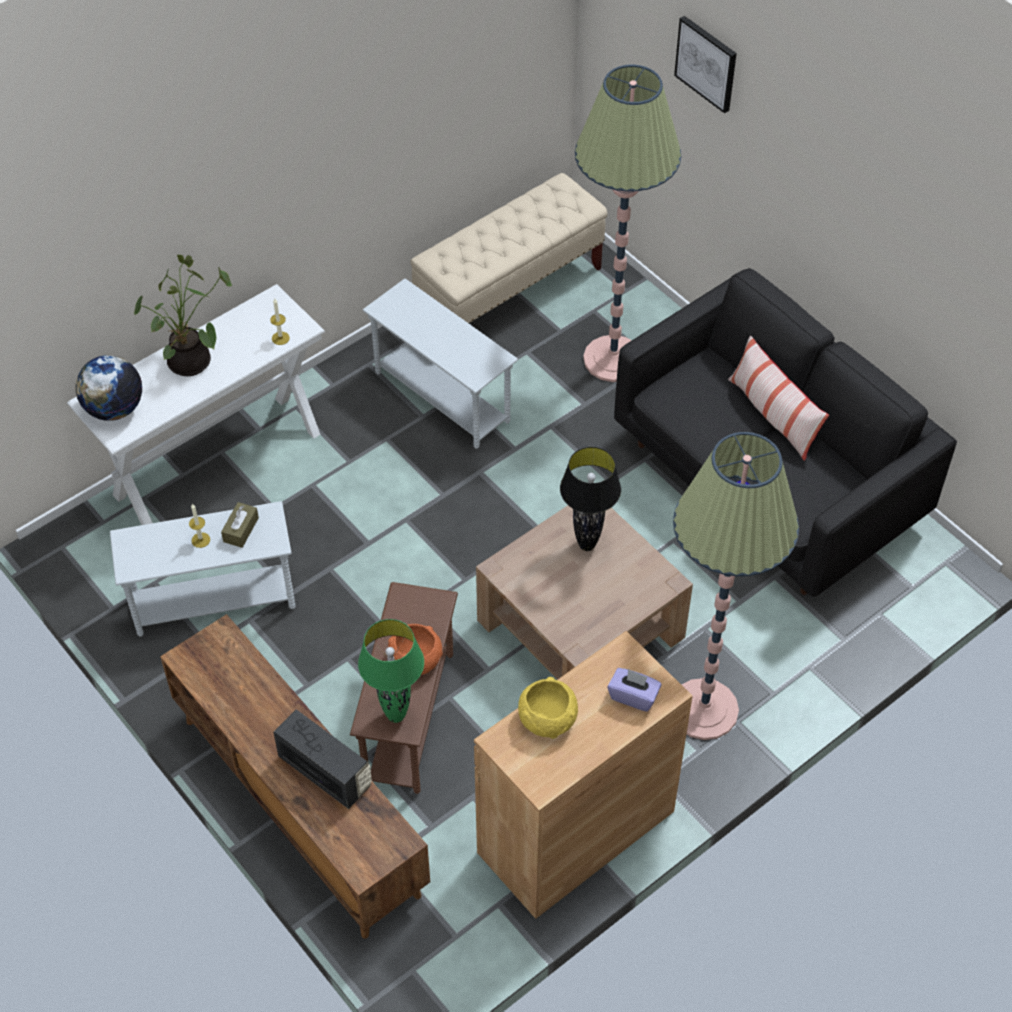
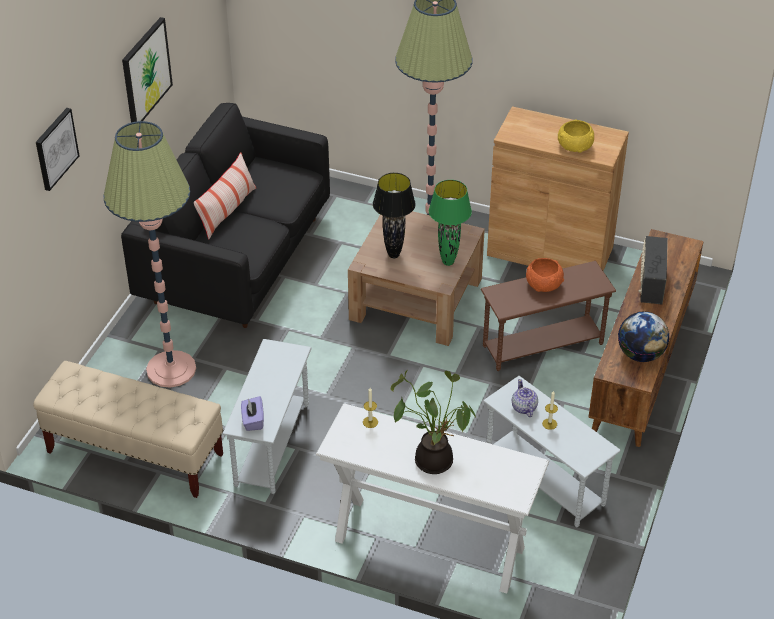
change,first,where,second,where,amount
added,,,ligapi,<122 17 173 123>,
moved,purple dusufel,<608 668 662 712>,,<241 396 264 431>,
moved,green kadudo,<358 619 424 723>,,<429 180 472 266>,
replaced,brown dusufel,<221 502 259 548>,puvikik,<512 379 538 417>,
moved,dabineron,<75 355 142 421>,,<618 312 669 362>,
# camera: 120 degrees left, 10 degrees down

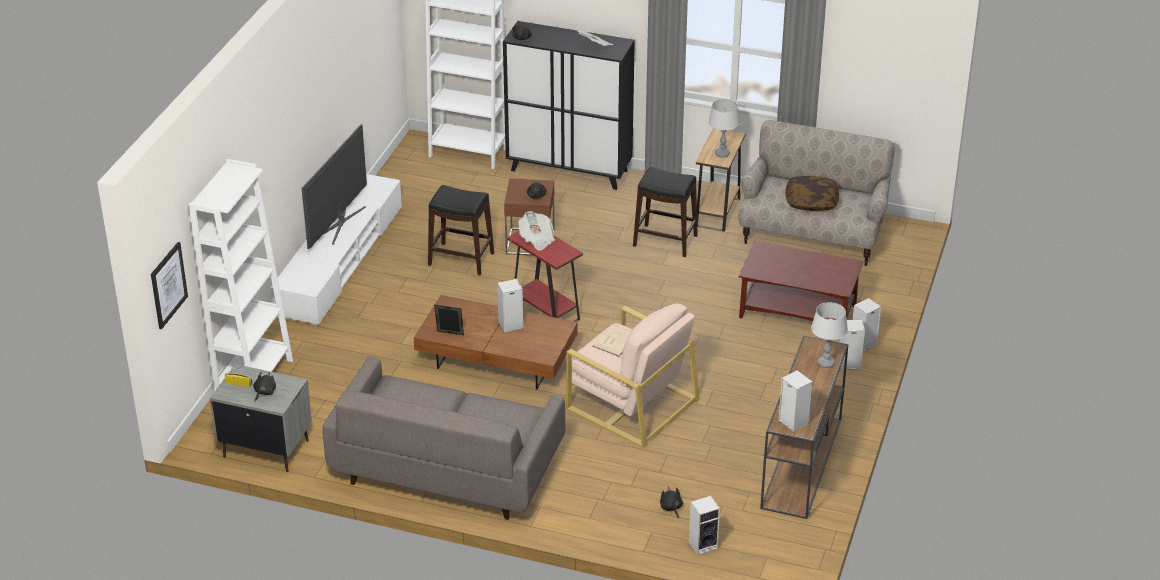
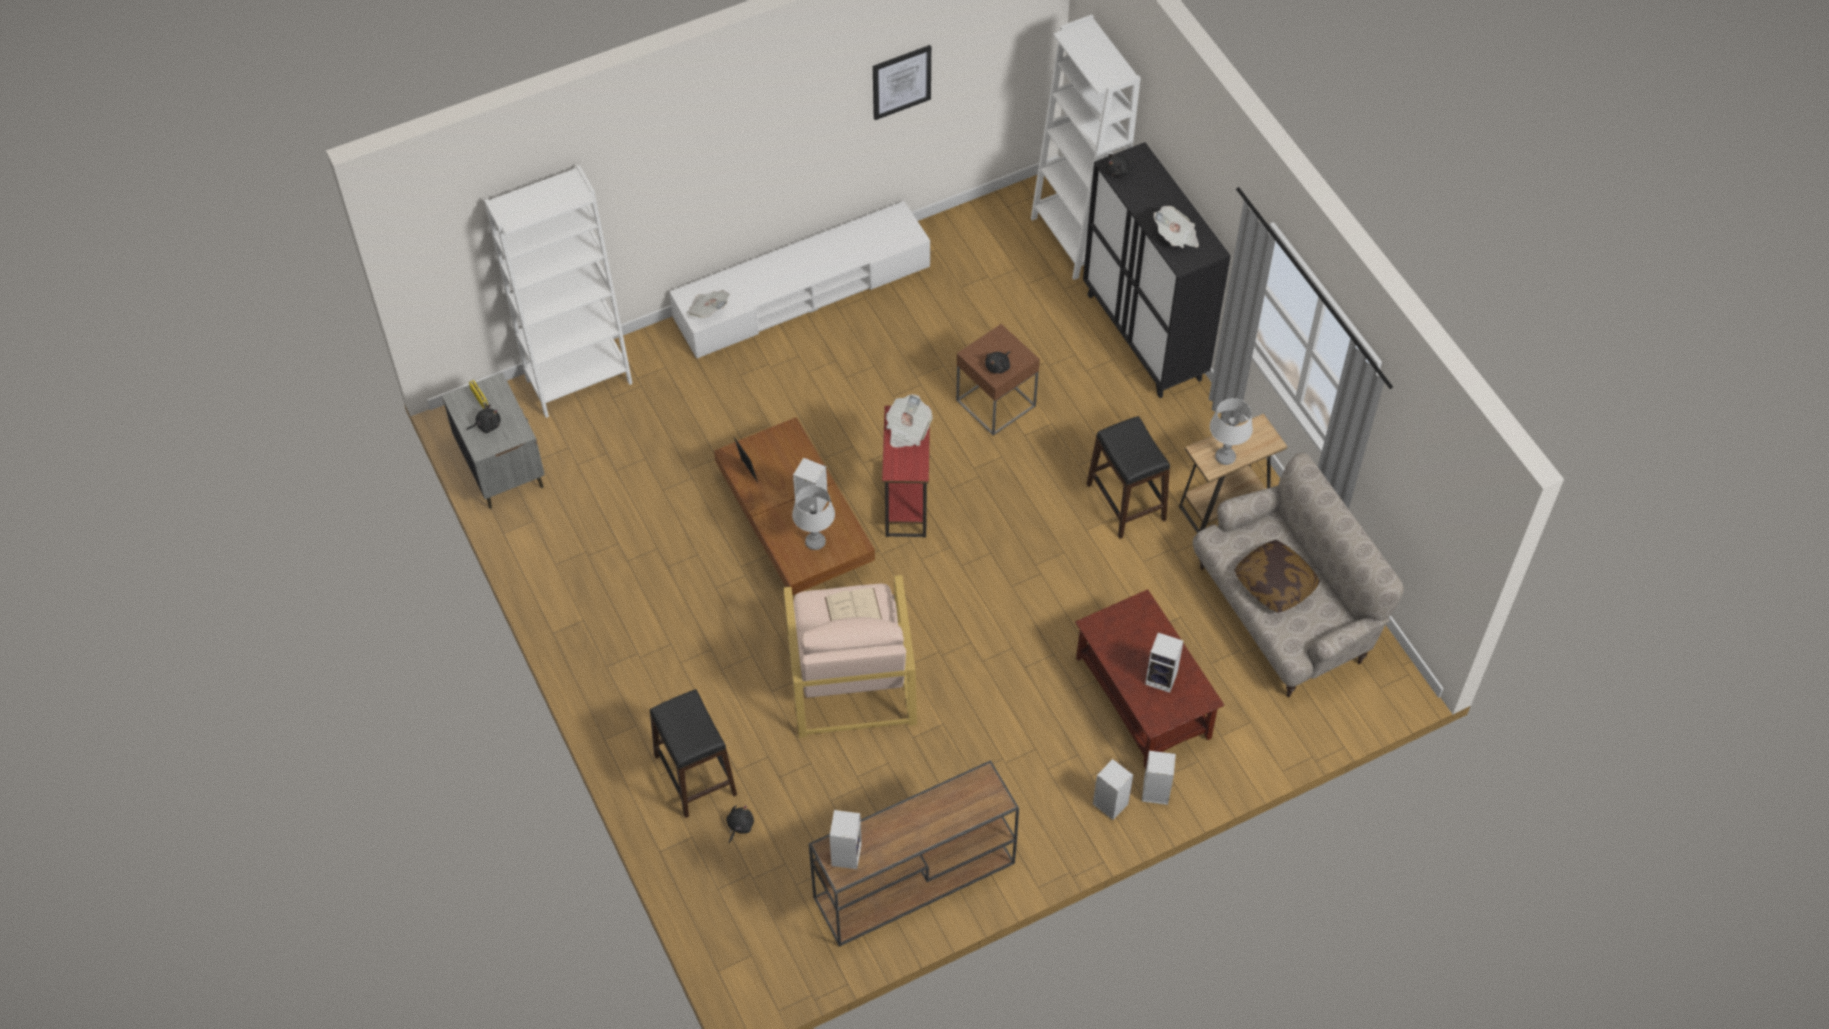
change,first,where,second,where,amount
moved,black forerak,<428 185 494 276>,,<650 689 737 818>,
added,,,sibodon,<687 290 730 318>,
moved,grey kadudo,<811 302 848 368>,,<792 485 835 550>,
moved,ligapi,<151 242 188 329>,,<873 45 931 120>,
moved,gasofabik,<689 496 720 555>,,<1145 632 1183 693>,
removed,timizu,<302 124 367 249>,,,
removed,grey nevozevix,<323 357 565 520>,,,
# camera: 45 degrees right, 20 degrees up

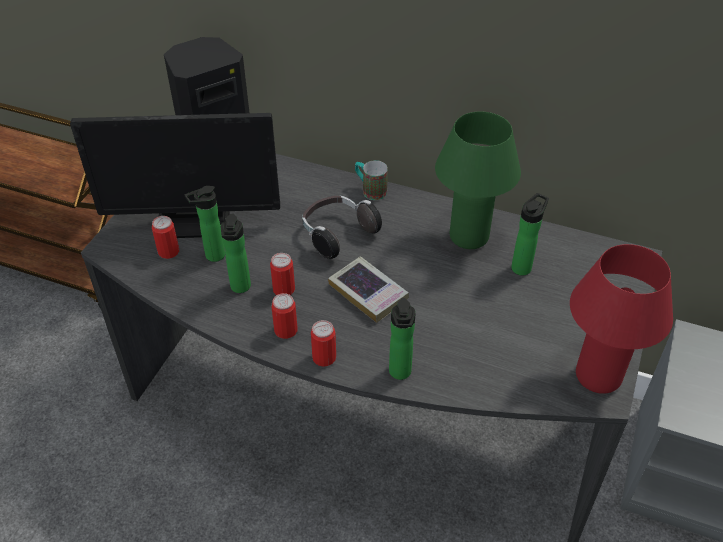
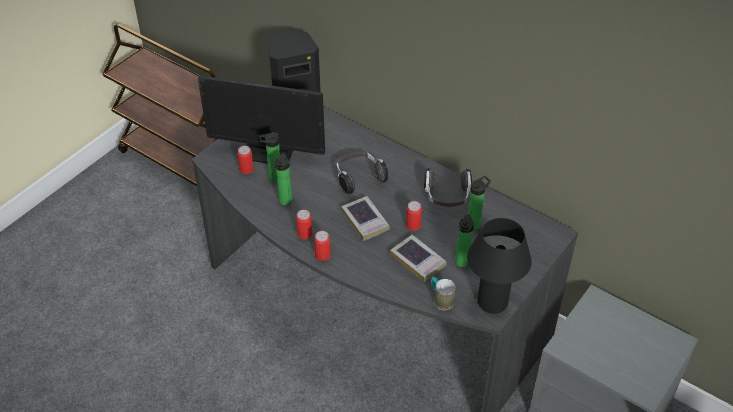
change,first,where,second,where,amount
added,,,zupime,<390 235 447 282>,
moved,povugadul,<270 253 295 295>,,<406 201 422 231>,
replaced,green kadudo,<435 111 521 249>,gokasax,<424 168 472 207>,
moved,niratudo,<355 160 388 200>,,<431 277 456 310>,
moved,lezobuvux,<389 298 416 380>,,<455 214 474 267>,
recoloured,red kadudo,<570 244 673 394>,black kadudo,<467 218 532 314>,
# camera: 15 degrees right, 0 degrees up

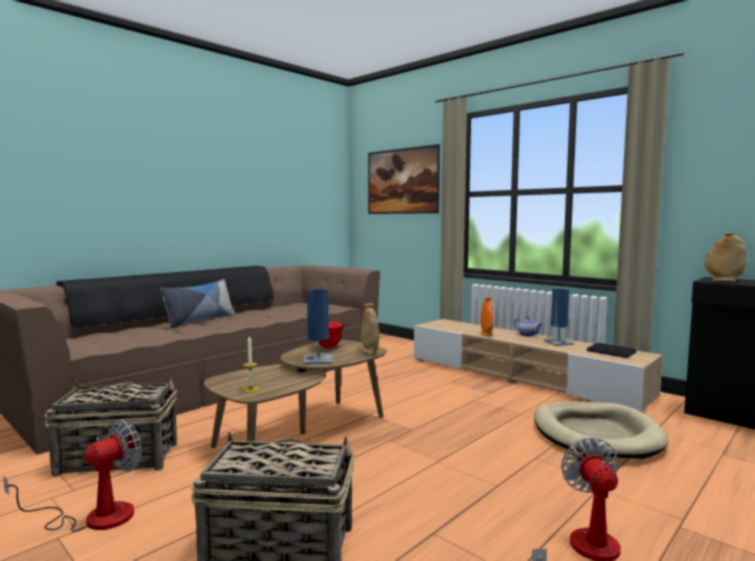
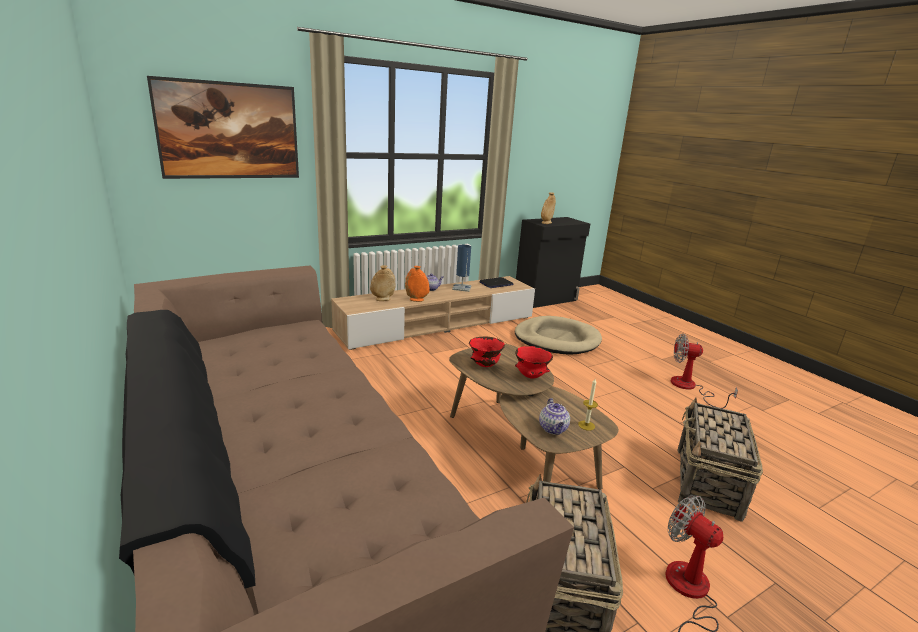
change,first,where,second,where,amount
moved,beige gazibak,<361 304 379 355>,,<370 265 396 301>,
replaced,blue kadudo,<303 290 333 364>,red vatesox,<515 346 553 378>,
added,,,puvikik,<539 398 570 435>,
removed,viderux,<161 279 235 328>,,,
# camera: 75 degrees left, 15 degrees up

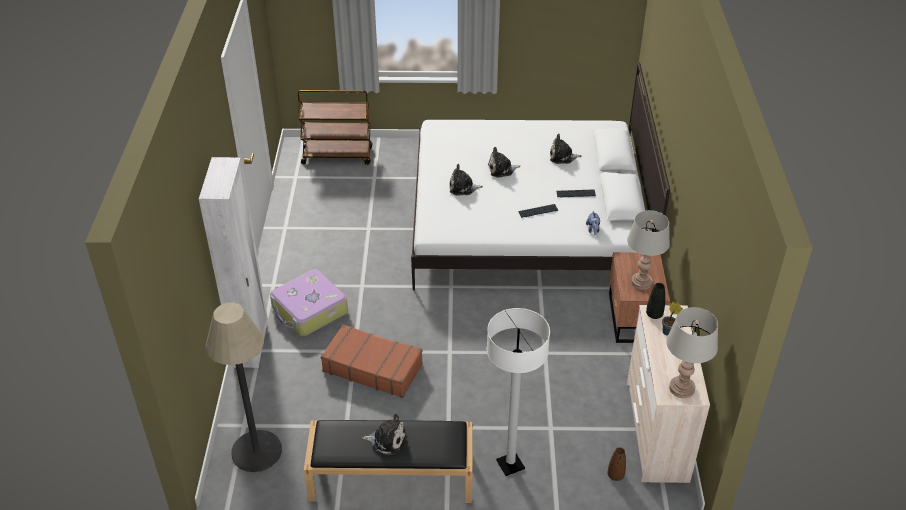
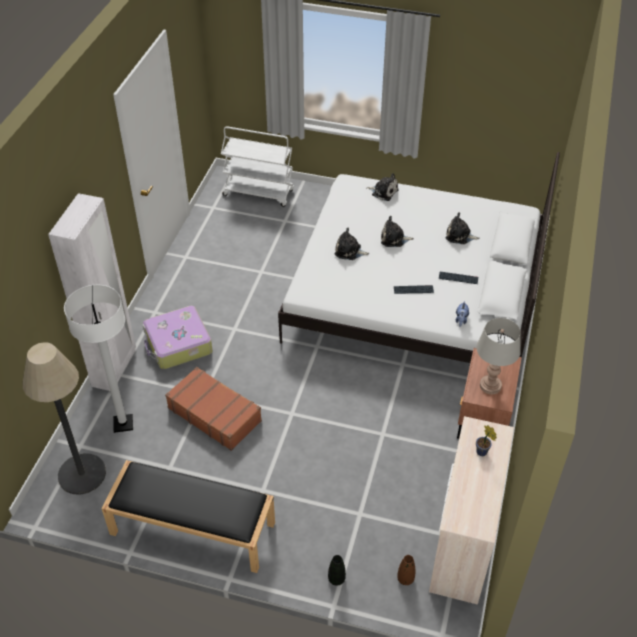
change,first,where,second,where,amount
moved,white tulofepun,<487 308 550 476>,,<64 285 133 433>,
recoloured,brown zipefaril,<298 90 372 165>,white zipefaril,<221 126 294 207>,
moved,black gazibak,<646 283 665 319>,,<328 555 346 585>,
moved,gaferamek,<362 414 406 455>,,<366 173 399 201>,
removed,grey kadudo,<666 307 718 398>,,,
# camera: 15 degrees right, 5 degrees up

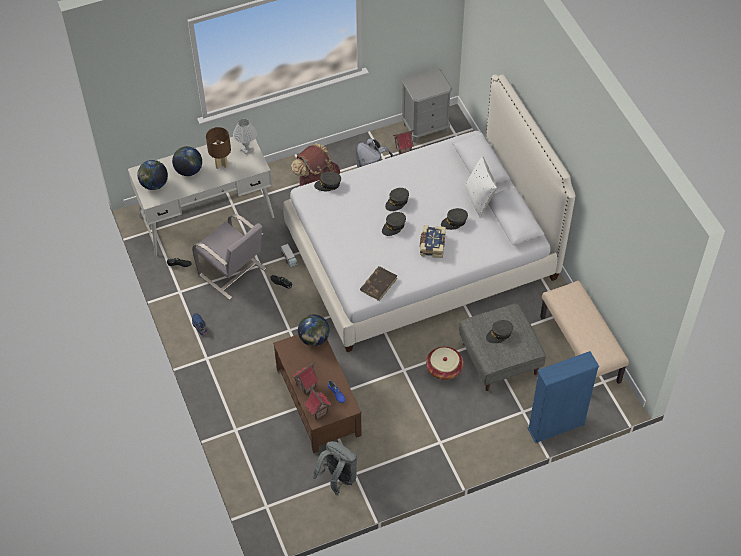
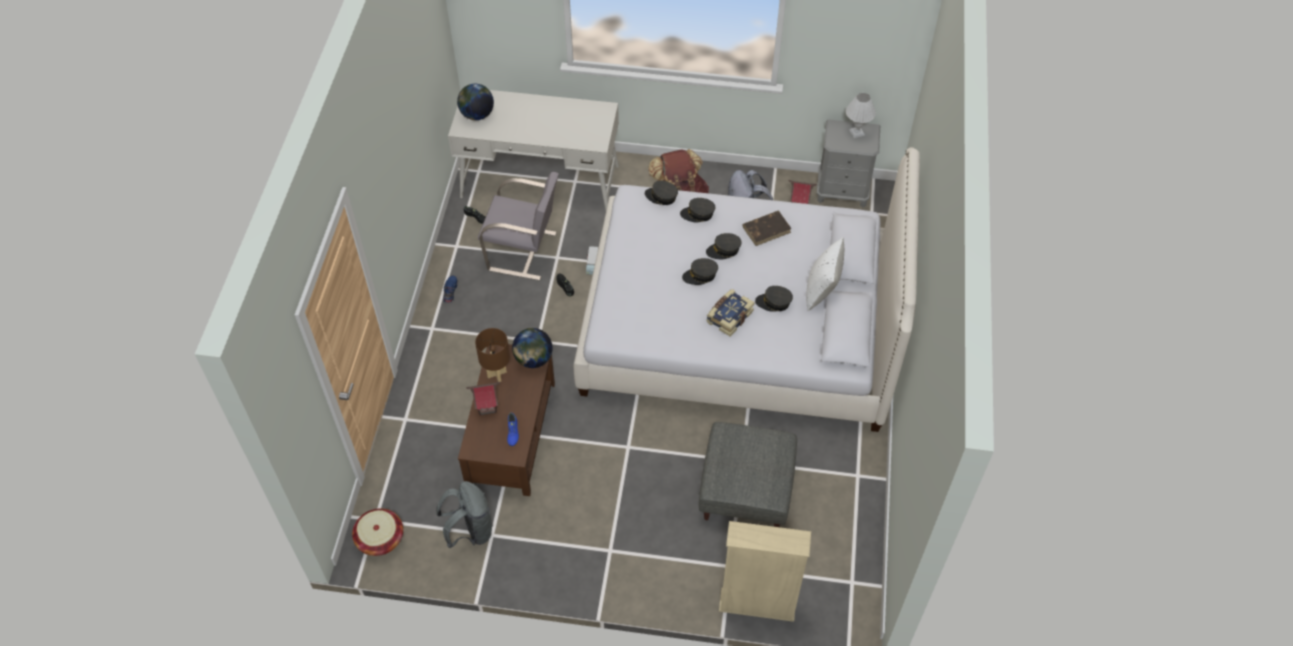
change,first,where,second,where,amount
moved,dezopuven,<426 347 463 380>,,<352 508 403 556>,
moved,brown kadudo,<206 127 231 169>,,<475 328 510 382>,
turned,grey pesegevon,<192 214 266 300>,,<478 172 559 280>,60 degrees counterclockwise
moved,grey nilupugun,<486 320 513 343>,,<680 198 715 222>,
recoloured,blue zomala,<527 351 599 443>,beige zomala,<719 521 811 622>,
moved,brown zupime,<360 266 397 301>,,<742 211 792 246>,
moved,white kadudo,<233 119 257 155>,,<846 93 876 138>,
removed,dabineron,<172 146 202 176>,,,
removed,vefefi,<304 385 331 420>,,,
removed,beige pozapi,<540 280 629 384>,,,
# camera: 30 degrees right, 0 degrees up

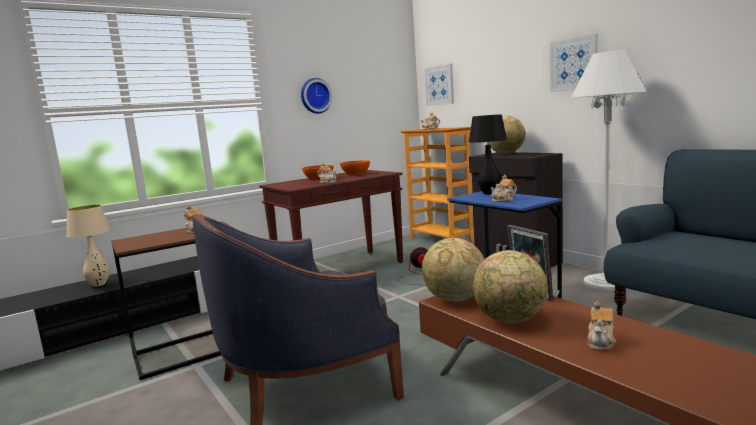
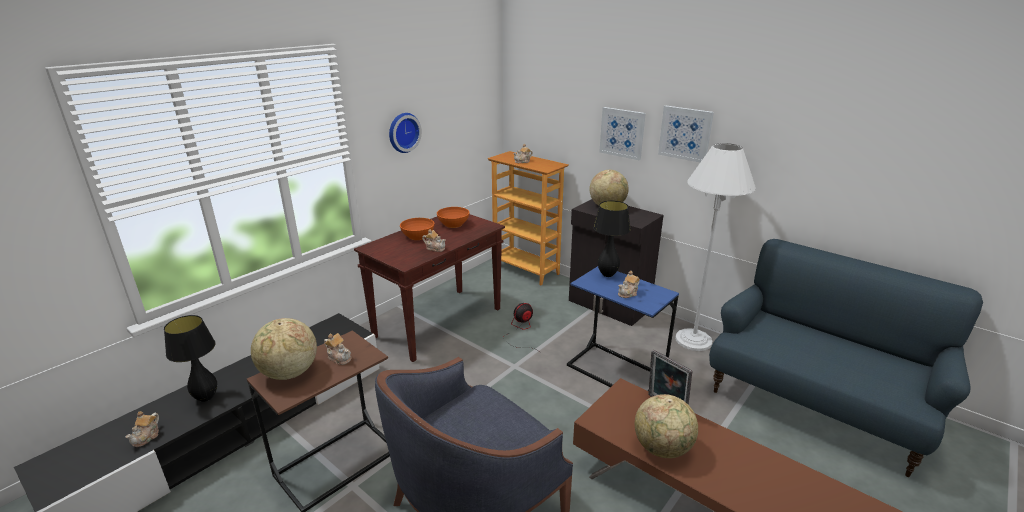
change,first,where,second,where,amount
moved,puvikik,<588 301 616 351>,,<126 411 159 447>,
recoloured,beige kadudo,<67 205 111 287>,black kadudo,<164 315 217 402>,
moved,dabineron,<422 238 484 302>,,<251 318 317 380>,
moved,ligapi,<424 64 454 106>,,<599 107 646 160>,
# camera: 15 degrees left, 15 degrees up

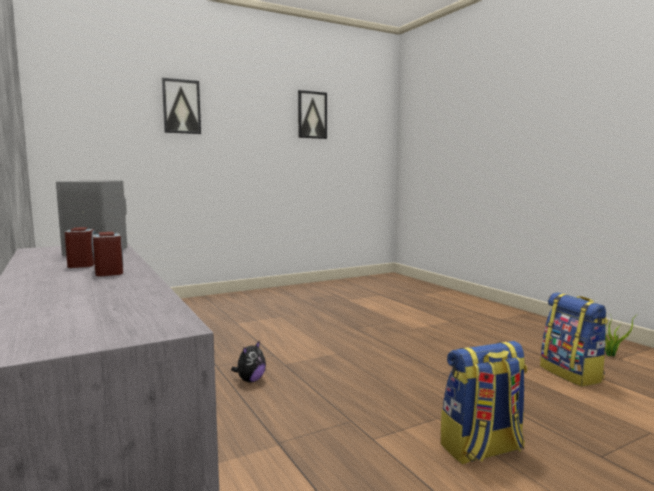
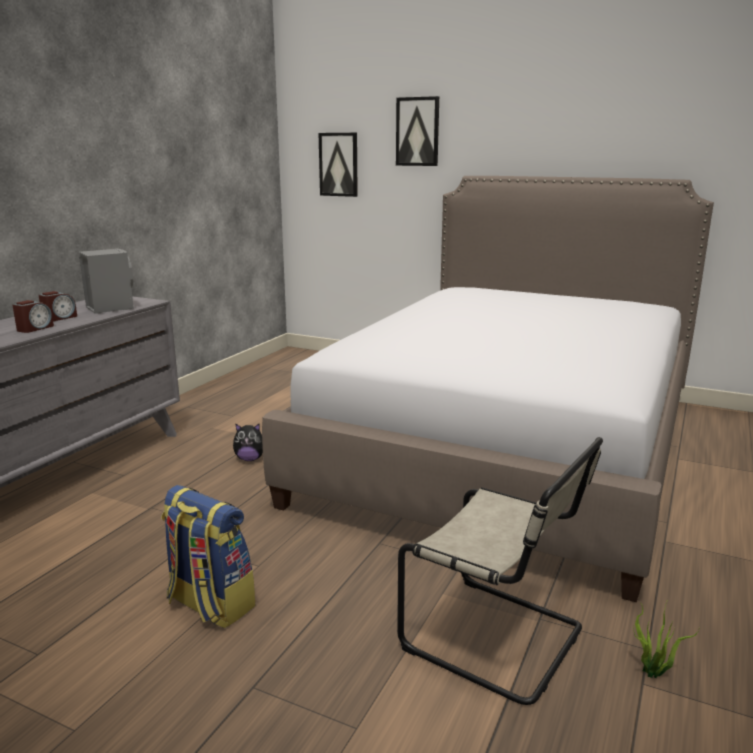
change,first,where,second,where,amount
added,,,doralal,<262 176 714 602>,
moved,ligapi,<298 90 327 139>,,<318 133 358 197>,
replaced,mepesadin,<540 292 608 387>,beige pesegevon,<397 437 603 705>,
# camera: 55 degrees right, 10 degrees up

